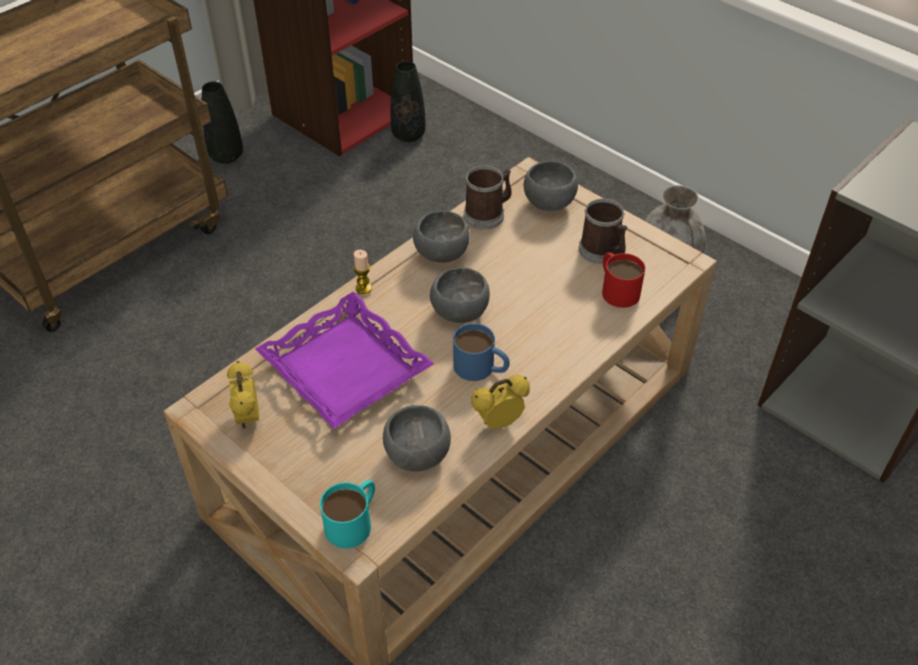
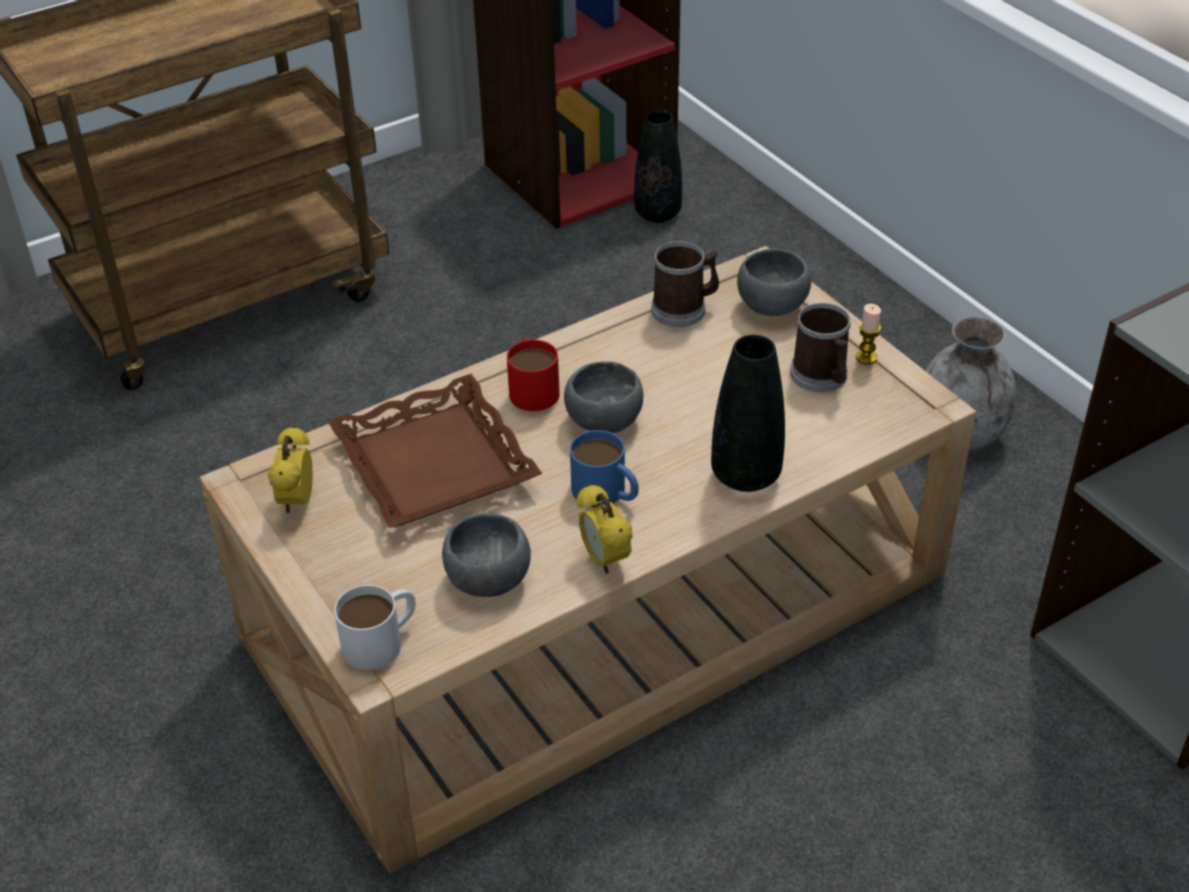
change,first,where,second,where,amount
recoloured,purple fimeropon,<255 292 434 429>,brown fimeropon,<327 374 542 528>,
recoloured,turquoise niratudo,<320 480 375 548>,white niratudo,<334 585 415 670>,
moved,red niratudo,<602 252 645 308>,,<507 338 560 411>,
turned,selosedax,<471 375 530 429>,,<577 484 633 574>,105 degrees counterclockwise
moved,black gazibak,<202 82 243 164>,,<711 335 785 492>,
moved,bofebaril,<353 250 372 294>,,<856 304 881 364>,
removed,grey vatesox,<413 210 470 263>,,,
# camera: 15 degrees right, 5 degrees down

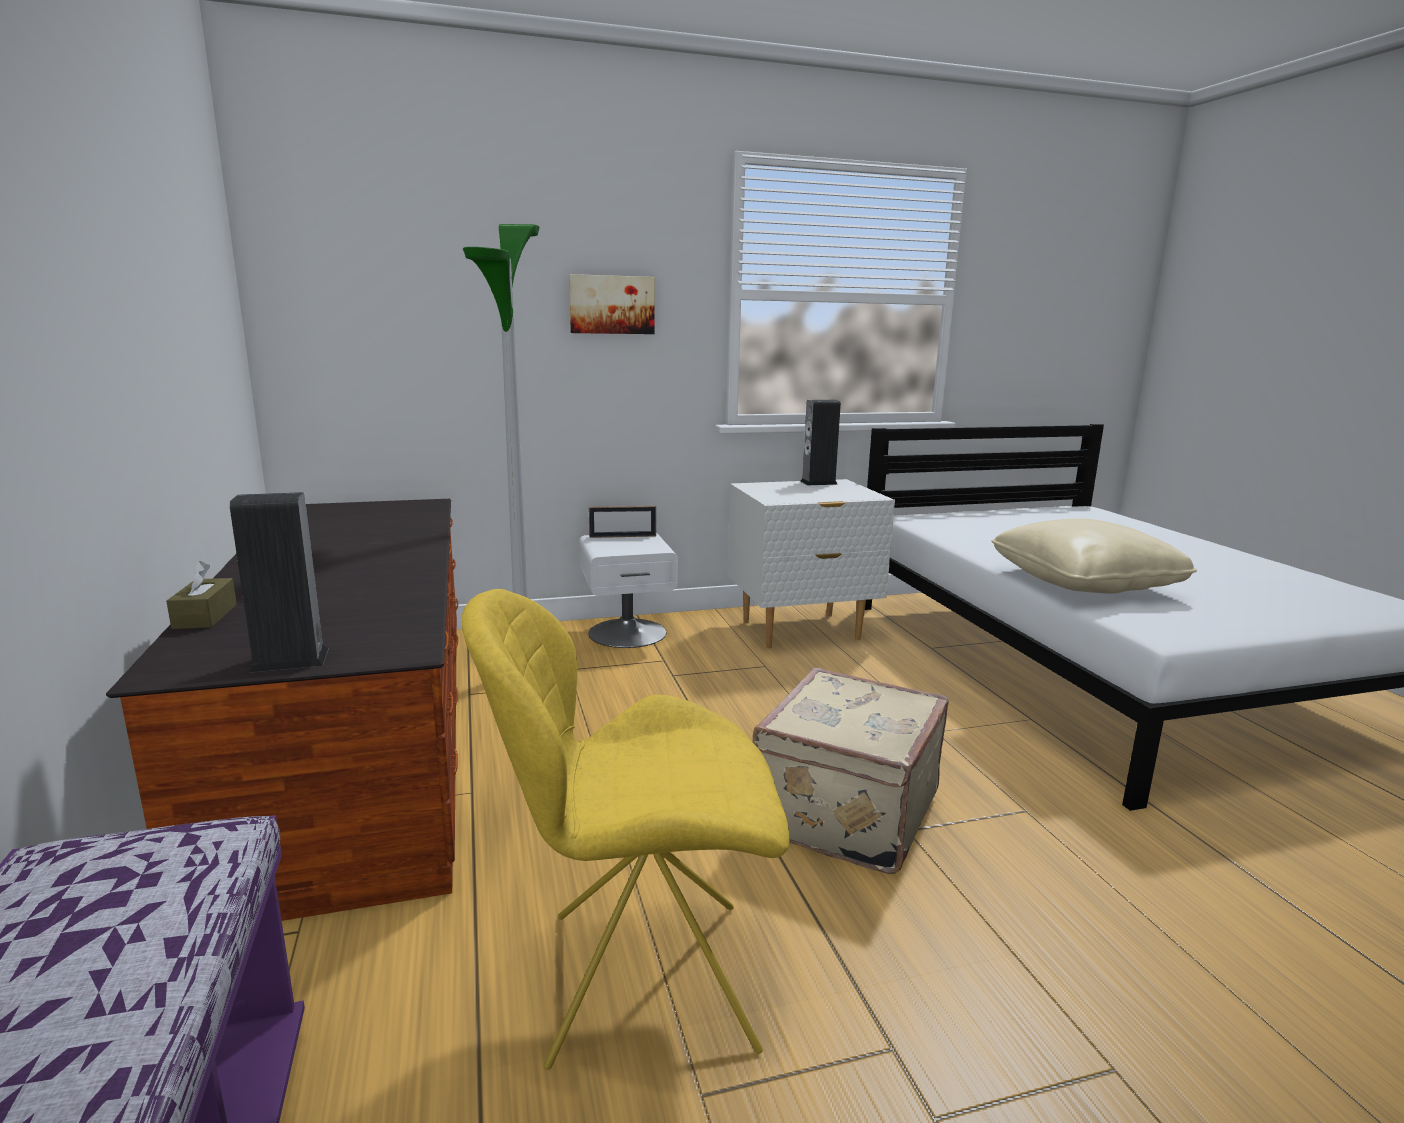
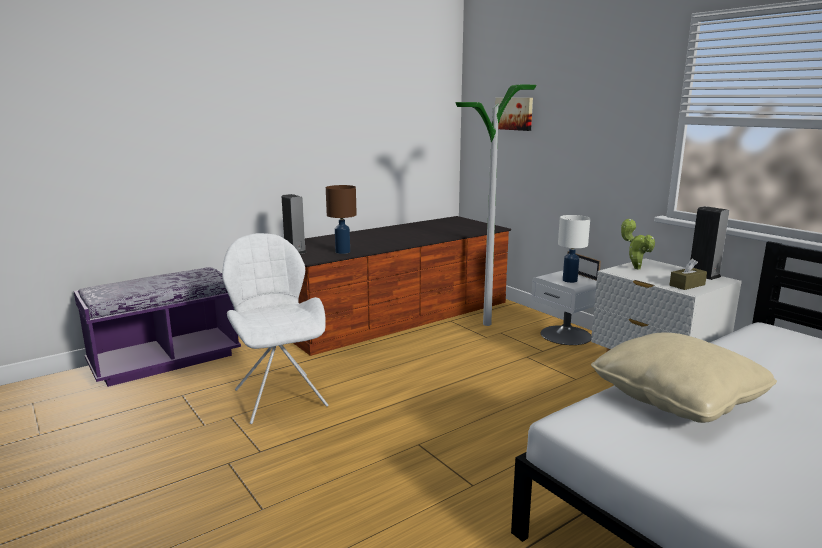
change,first,where,second,where,amount
recoloured,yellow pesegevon,<462 589 789 1070>,white pesegevon,<222 233 328 424>,
added,,,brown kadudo,<326 185 357 254>,
moved,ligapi,<569 274 655 334>,,<495 98 533 131>,
added,,,white kadudo,<558 215 590 283>,
added,,,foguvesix,<620 219 655 269>,
moved,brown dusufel,<166 561 237 629>,,<670 259 707 290>,
removed,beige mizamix,<753 668 949 874>,,,
# camera: 70 degrees right, 0 degrees up

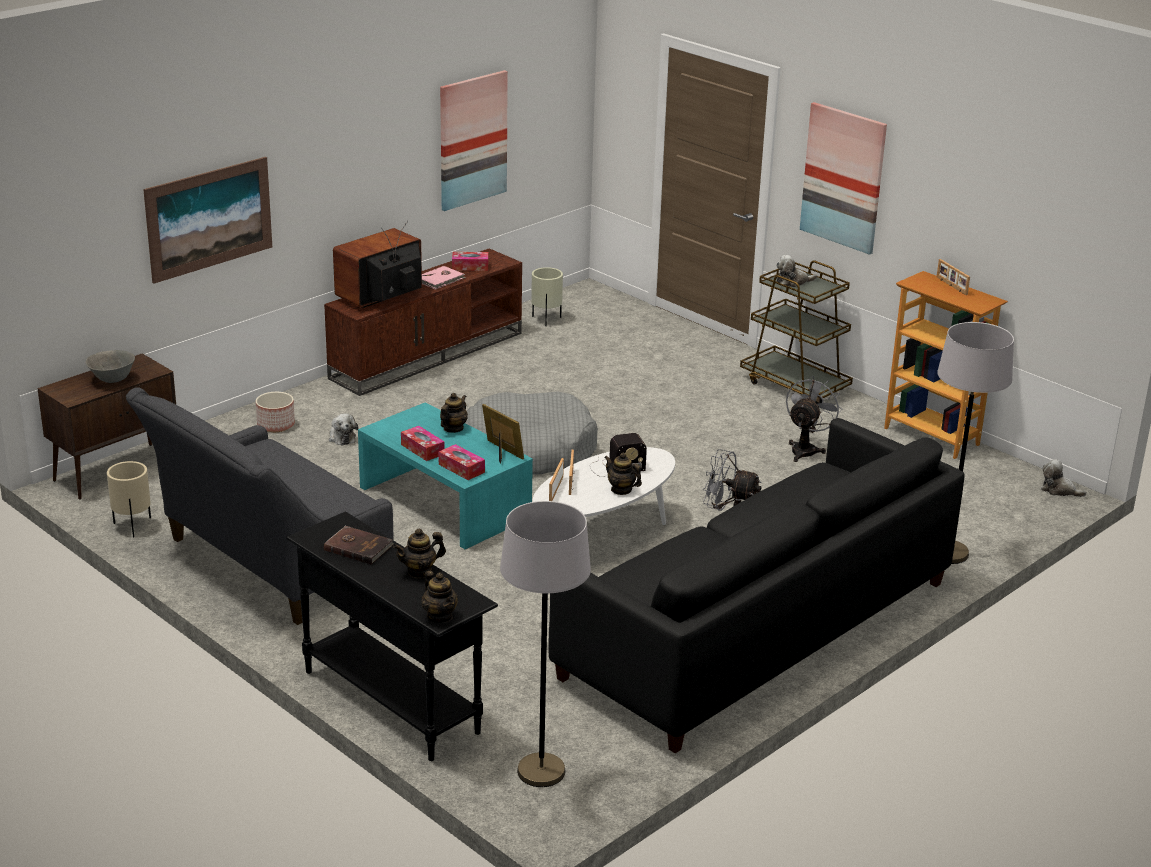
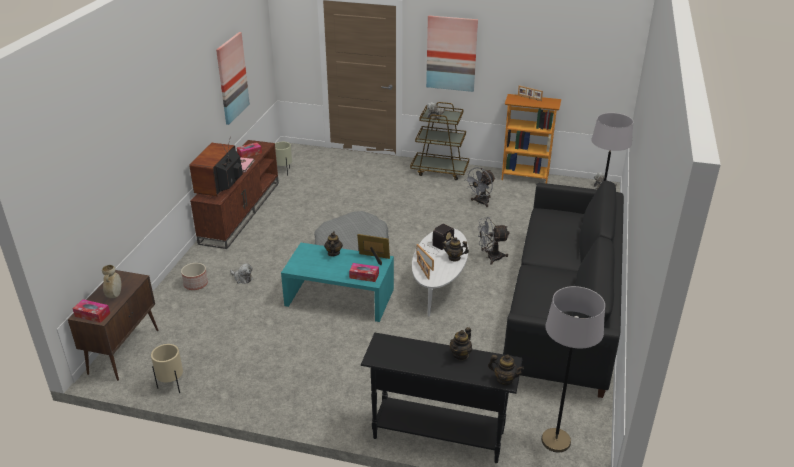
change,first,where,second,where,amount
moved,dusufel,<401 426 445 461>,,<73 299 110 323>,
replaced,grey vatesox,<86 350 135 383>,beige gazibak,<102 265 121 298>,
turned,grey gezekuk,<786 375 842 462>,,<464 167 495 207>,135 degrees counterclockwise
removed,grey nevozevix,<126 387 394 625>,,,
removed,ligapi,<143 157 272 283>,,,
removed,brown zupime,<324 526 393 564>,,,
# camera: 30 degrees left, 5 degrees up

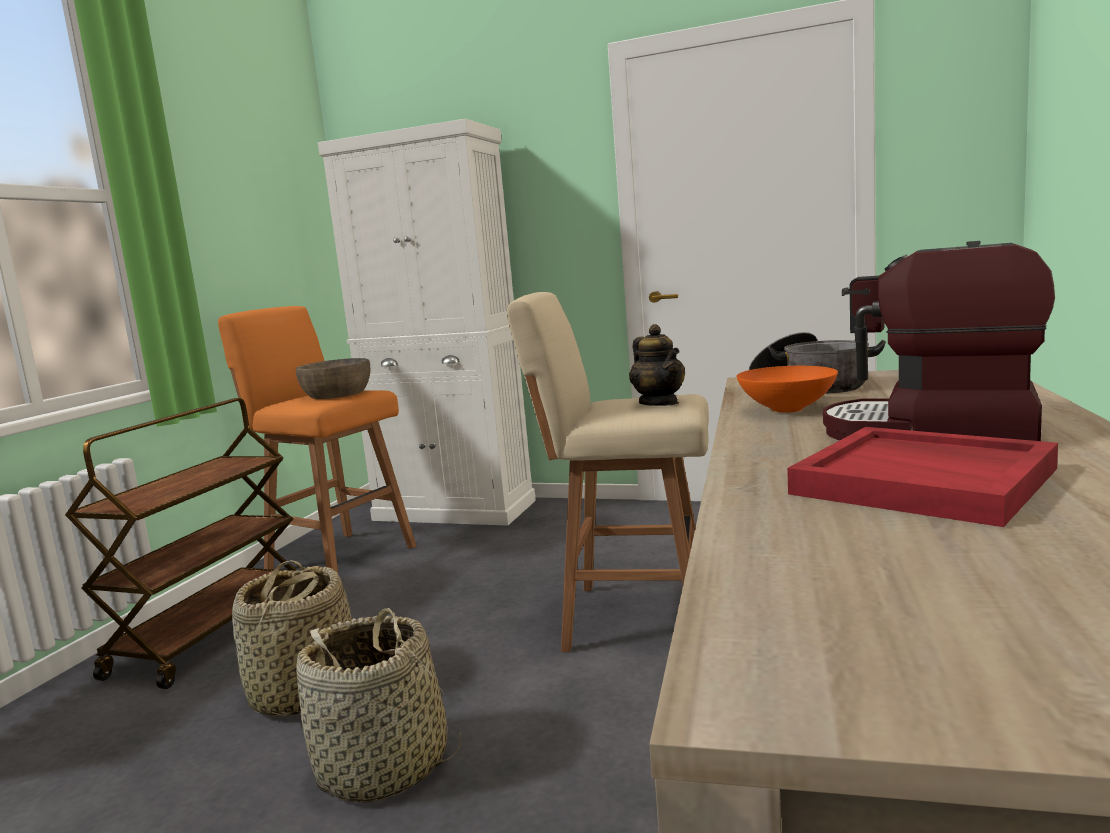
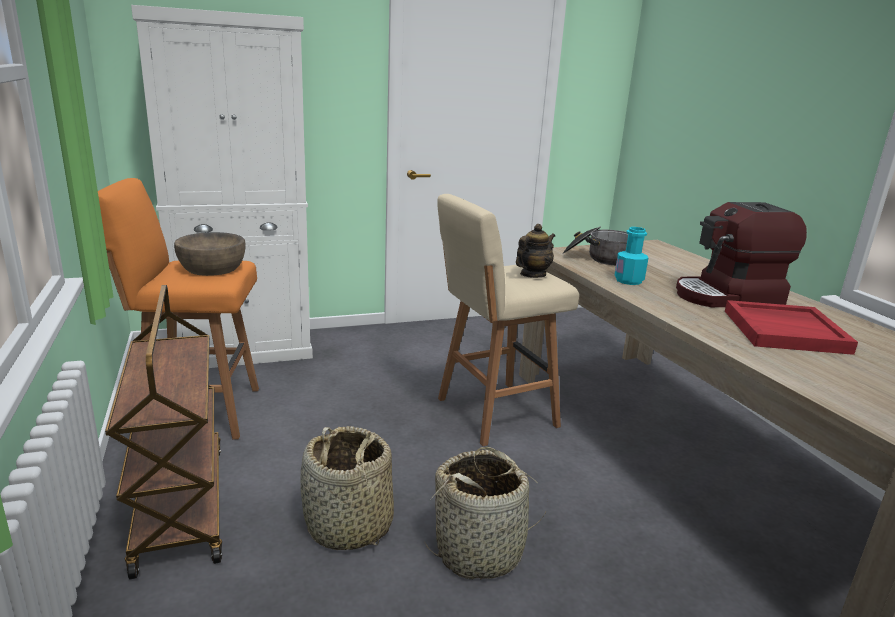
change,first,where,second,where,amount
turned,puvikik,<629 324 685 406>,,<516 224 555 278>,75 degrees counterclockwise
replaced,orange vatesox,<736 366 838 413>,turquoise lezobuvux,<615 227 648 285>,
# camera: 40 degrees left, 10 degrees up

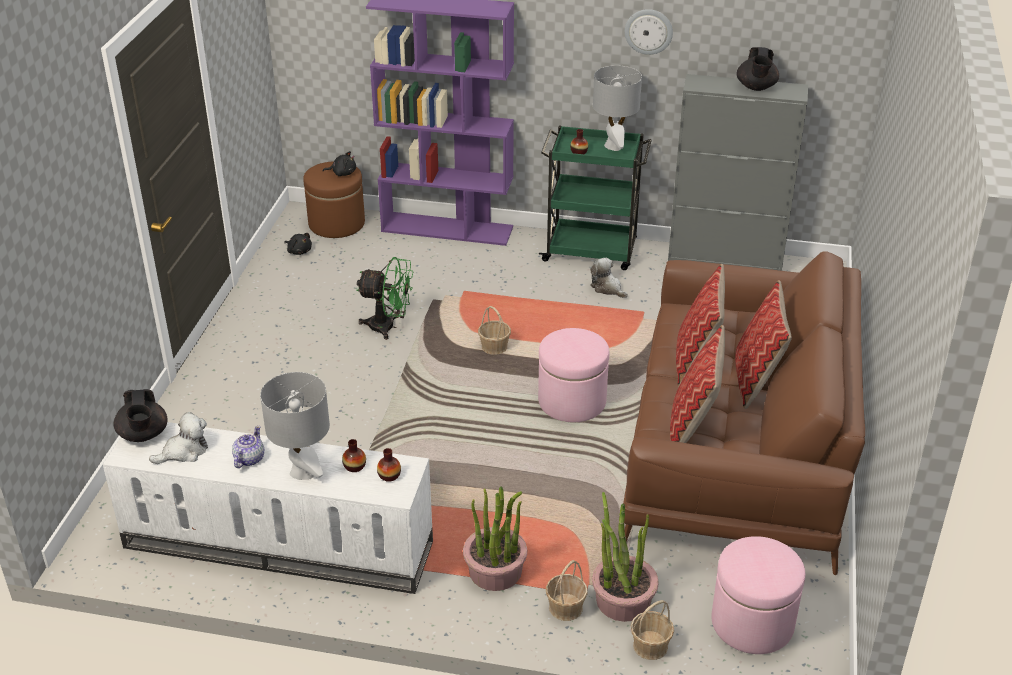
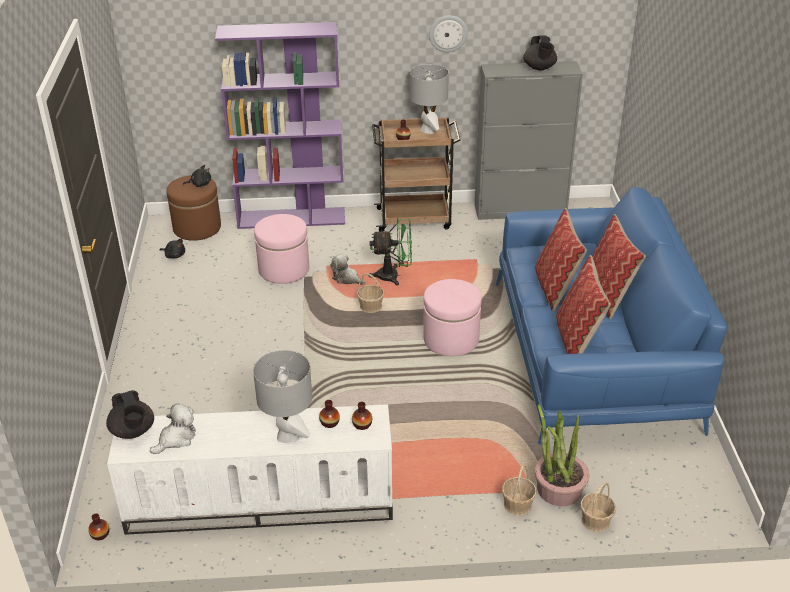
change,first,where,second,where,amount
added,,,gazibak,<88 513 109 540>,
moved,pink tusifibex,<711 536 805 654>,,<254 214 309 284>,
moved,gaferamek,<590 258 628 298>,,<330 253 366 285>,
moved,green gezekuk,<357 257 413 340>,,<369 218 412 285>,
recoloured,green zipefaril,<539 125 652 270>,brown zipefaril,<372 117 460 232>,
recoloured,brown nevozevix,<623 251 865 575>,blue nevozevix,<496 187 727 445>,
removed,puvikik,<232 426 264 468>,,,
removed,foguvesix,<463 486 527 591>,,,
# camera: 15 degrees left, 0 degrees up

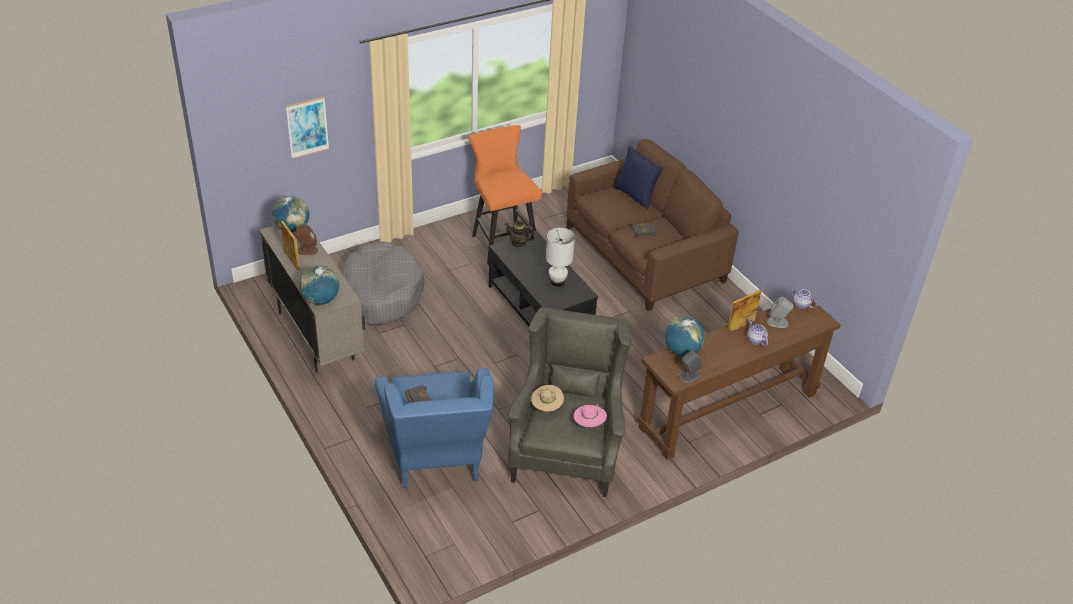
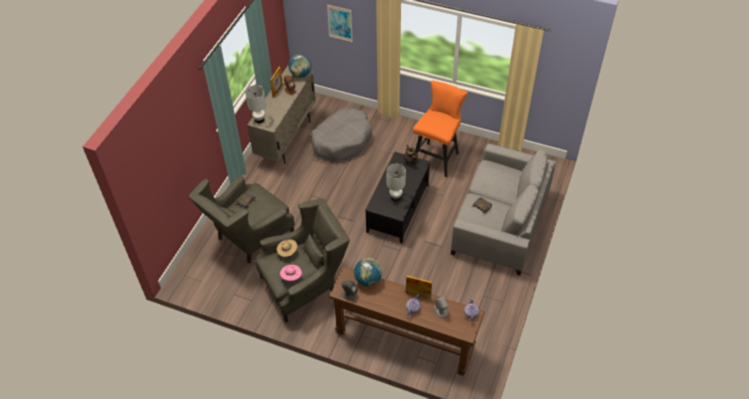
change,first,where,second,where,amount
recoloured,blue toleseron,<375 368 494 488>,grey toleseron,<189 176 295 264>,
replaced,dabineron,<300 266 339 305>,white kadudo,<245 85 266 123>,
recoloured,brown nevozevix,<566 139 739 311>,grey nevozevix,<451 144 556 275>,
removed,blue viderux,<614 145 664 210>,,,
# camera: 55 degrees right, 10 degrees up

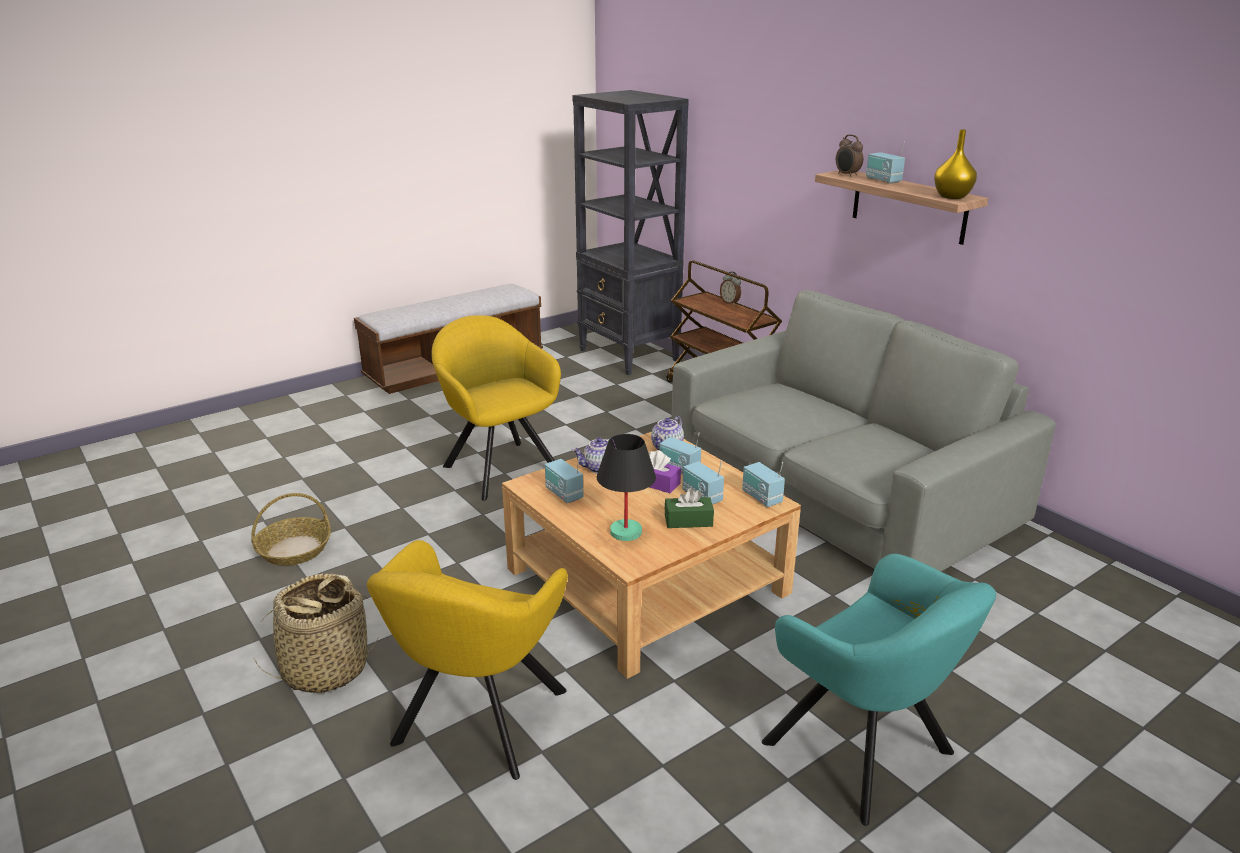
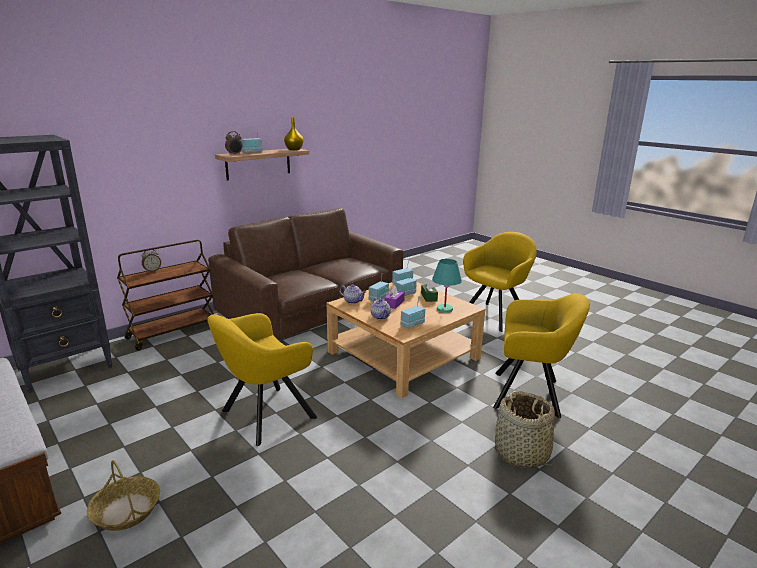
change,first,where,second,where,amount
moved,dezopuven,<252 493 331 566>,,<87 460 160 531>,
recoloured,grey nevozevix,<672 290 1056 571>,brown nevozevix,<208 208 403 340>,
recoloured,black kadudo,<597 434 656 541>,turquoise kadudo,<432 259 462 313>,
recoloured,turquoise toleseron,<762 554 996 826>,yellow toleseron,<463 232 537 332>,
# camera: 95 degrees left, 5 degrees down

